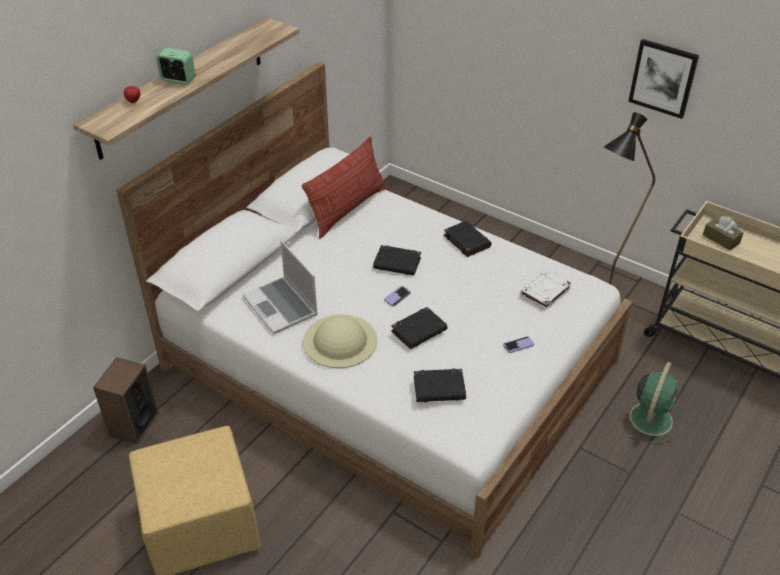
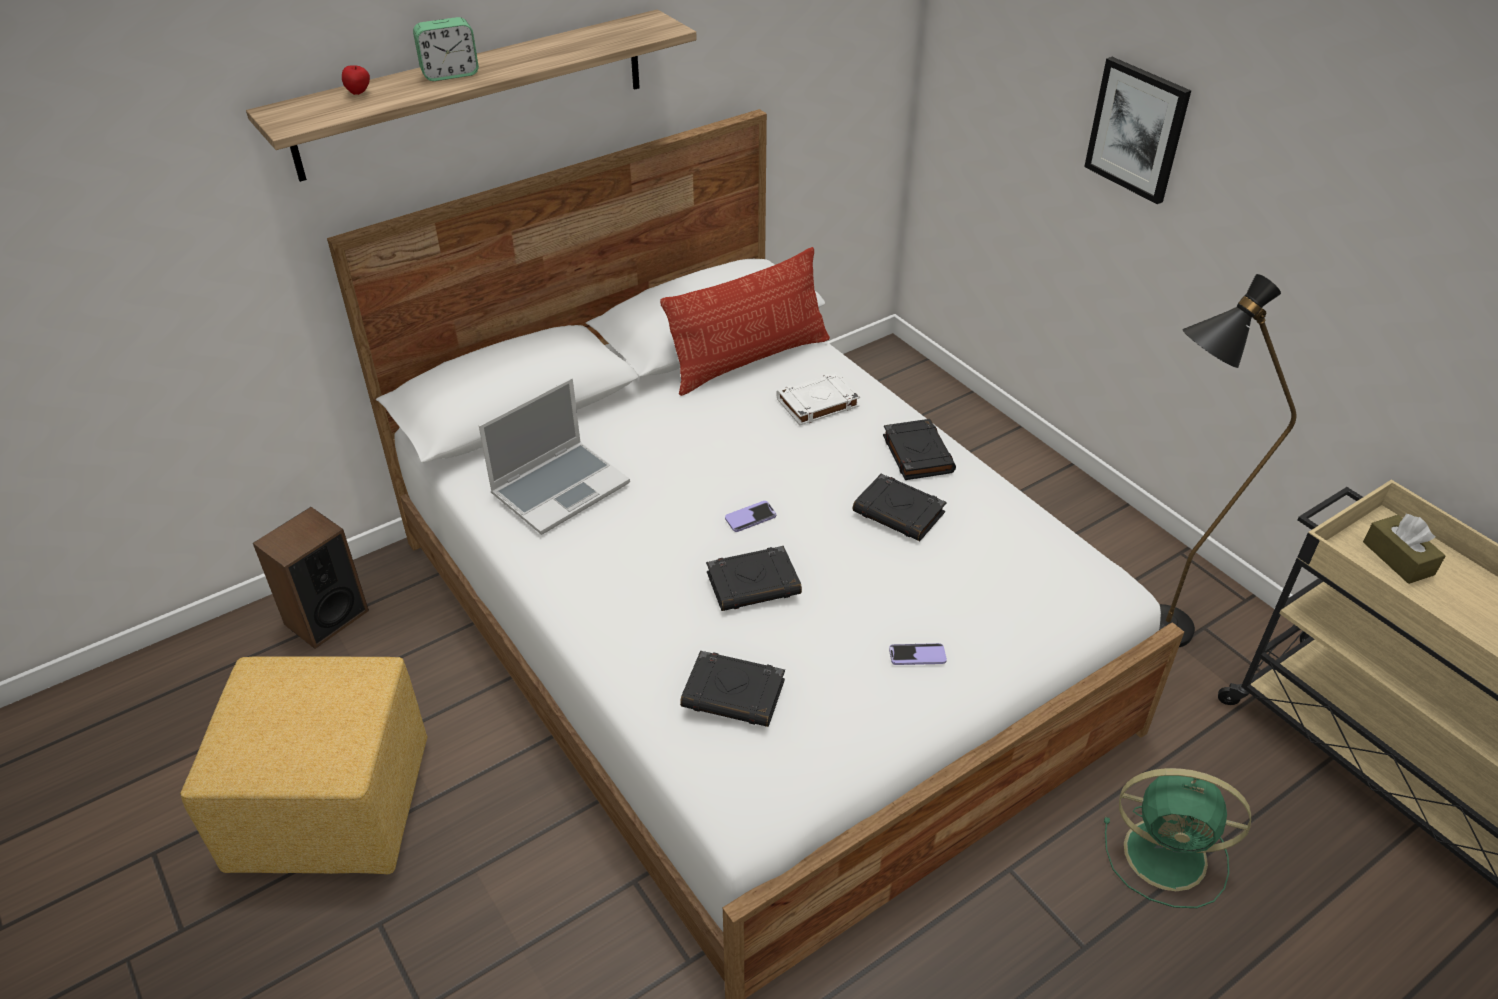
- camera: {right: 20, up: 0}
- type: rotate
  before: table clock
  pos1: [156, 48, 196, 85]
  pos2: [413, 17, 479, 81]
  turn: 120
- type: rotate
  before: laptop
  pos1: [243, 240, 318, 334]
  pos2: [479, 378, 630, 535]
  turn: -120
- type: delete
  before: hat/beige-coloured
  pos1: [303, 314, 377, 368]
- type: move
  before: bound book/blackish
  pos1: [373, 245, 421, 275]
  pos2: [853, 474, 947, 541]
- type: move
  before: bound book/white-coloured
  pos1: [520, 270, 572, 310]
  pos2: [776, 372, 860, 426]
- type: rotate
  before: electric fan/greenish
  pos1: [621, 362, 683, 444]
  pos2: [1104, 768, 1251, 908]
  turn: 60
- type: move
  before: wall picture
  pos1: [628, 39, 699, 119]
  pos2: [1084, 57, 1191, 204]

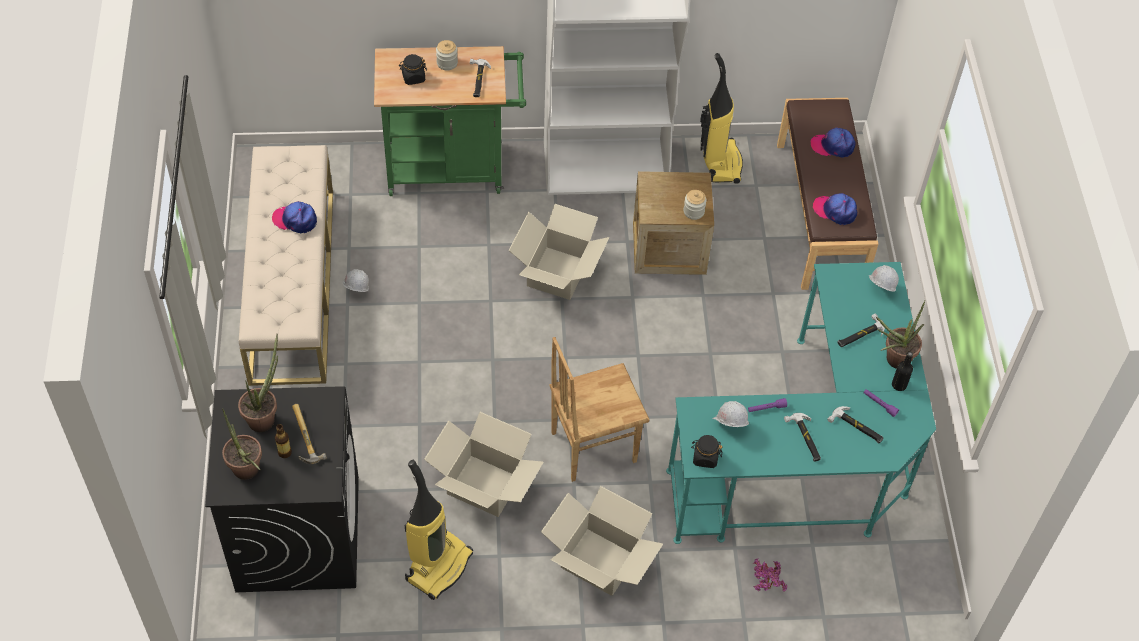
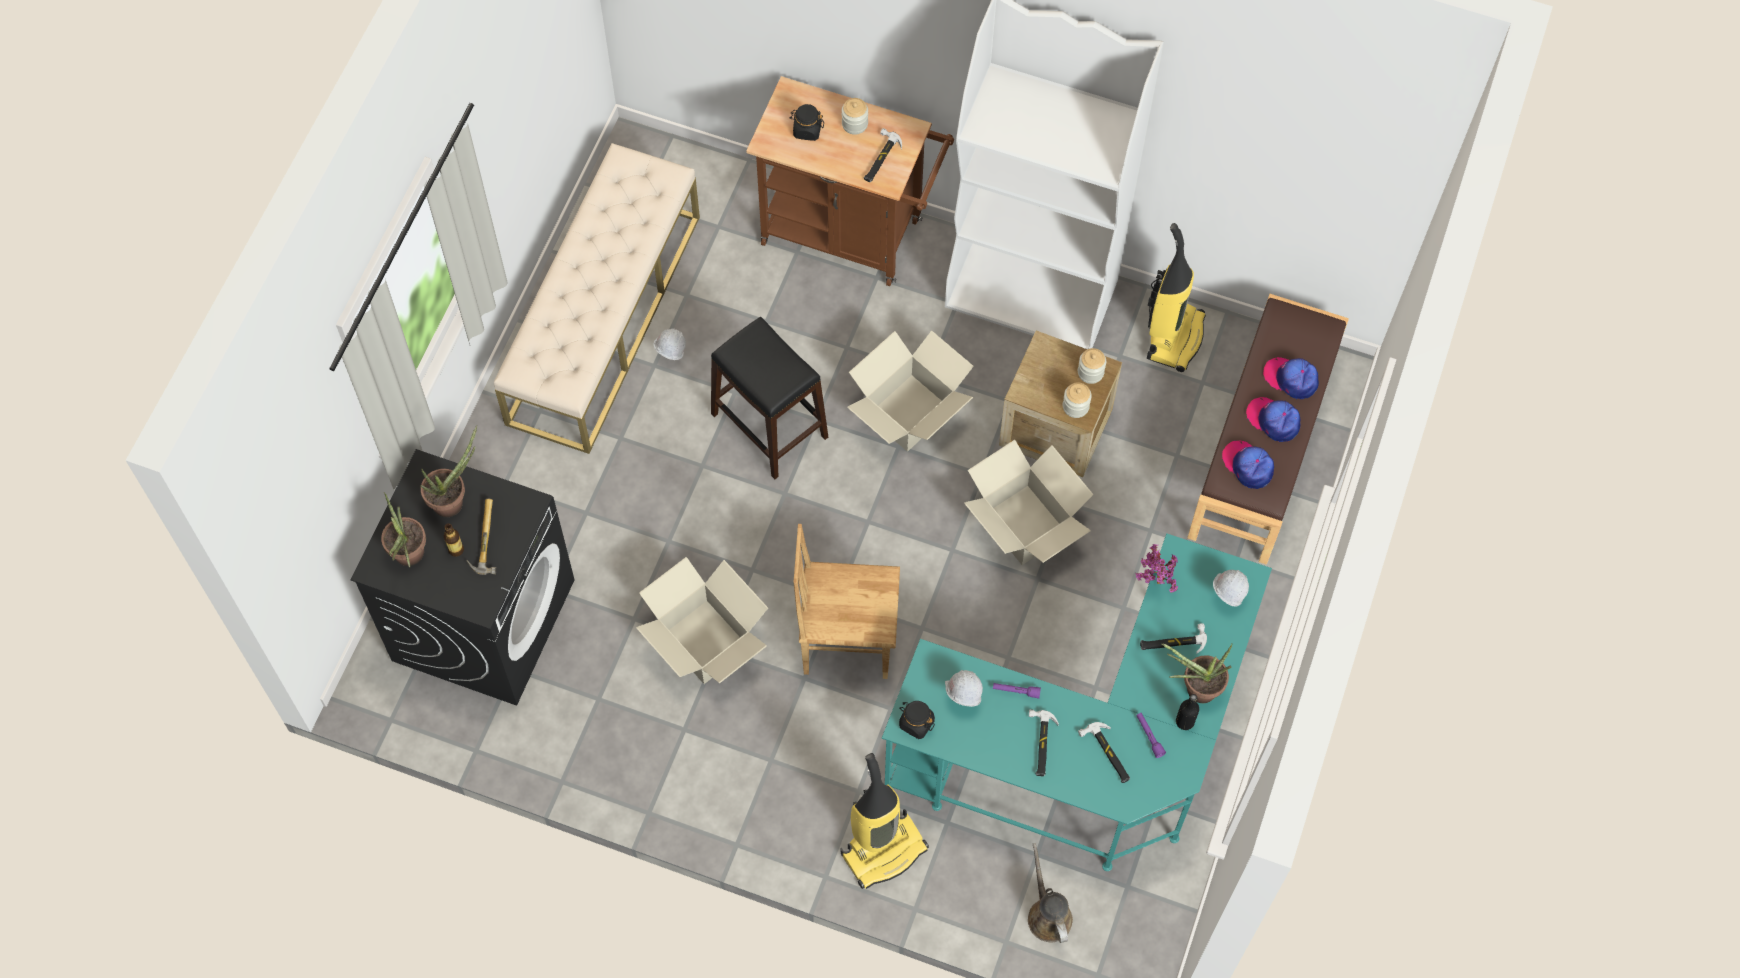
- camera: {right: 25, up: 10}
- type: move
  before: cap
  pos1: [272, 201, 317, 234]
  pos2: [1246, 397, 1300, 442]
- type: recolor
  before: wheeled cart/greenish
  after: wheeled cart/brown
  pos1: [374, 46, 526, 196]
  pos2: [746, 76, 954, 286]
- type: move
  before: vacuum cleaner
  pos1: [405, 460, 473, 600]
  pos2: [841, 753, 929, 889]
- type: move
  before: carton
  pos1: [541, 486, 663, 596]
  pos2: [964, 440, 1094, 565]
- type: move
  before: houseplant
  pos1: [753, 558, 787, 591]
  pos2: [1135, 544, 1178, 593]
- type: insert
  after: stool seat/blackish
  pos2: [711, 317, 828, 479]
- type: insert
  after: sprinkling can/brown
  pos2: [1028, 843, 1073, 943]
- type: insert
  after: jar
  pos2: [1078, 348, 1106, 384]

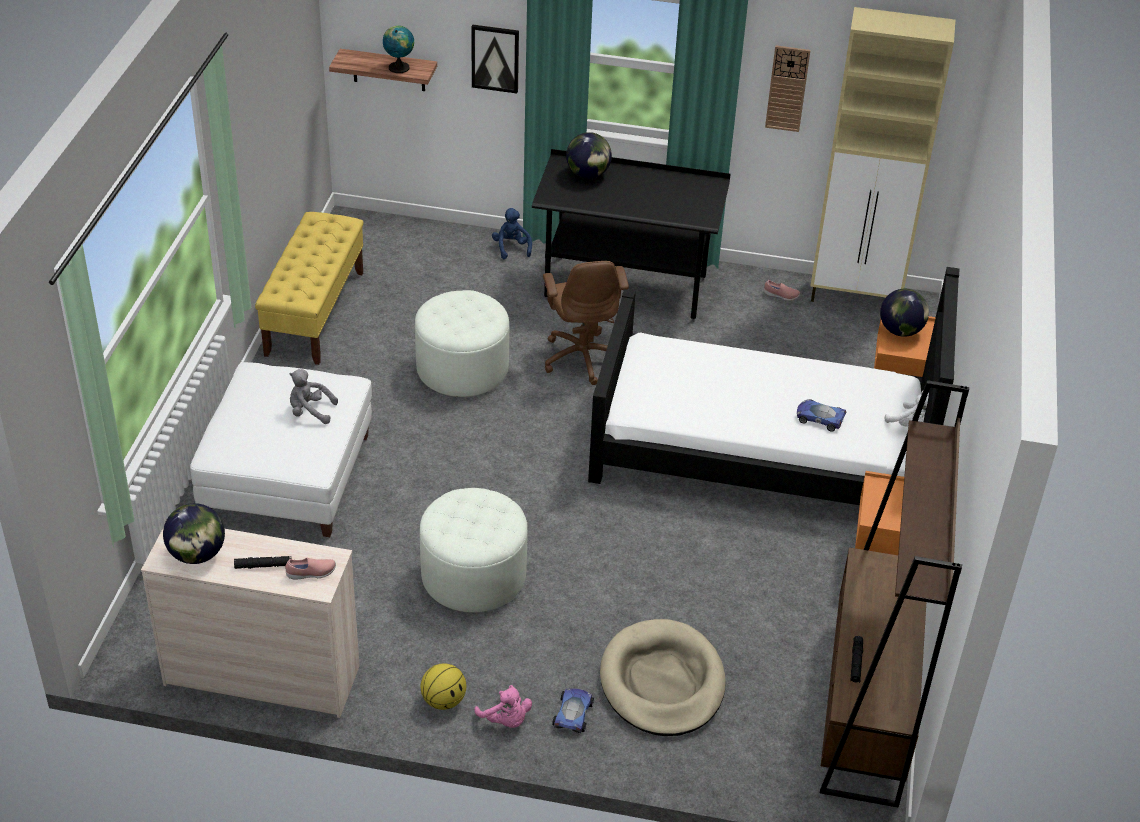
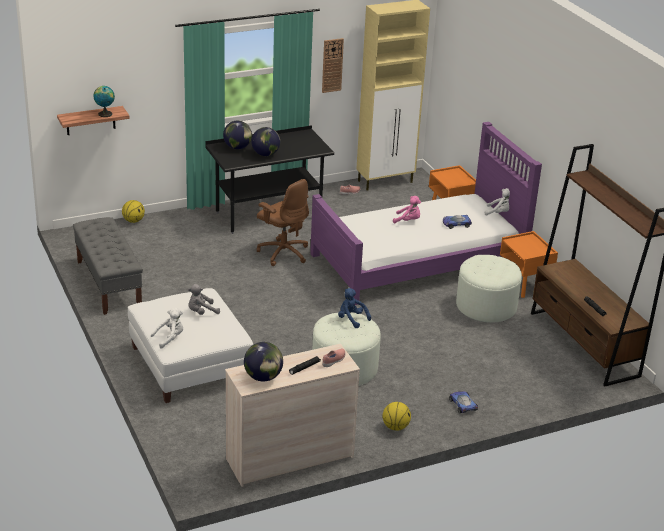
- camera: {right: -35, up: -10}
- type: recolor
  before: indoor bench/yellow-coloured
  after: indoor bench/greyish
  pos1: [255, 212, 364, 365]
  pos2: [73, 217, 143, 315]
- type: move
  before: footrest/white-coloured
  pos1: [415, 290, 509, 397]
  pos2: [456, 255, 522, 323]
- type: delete
  before: wall picture
  pos1: [471, 24, 519, 93]
- type: move
  before: plush toy/pink-coloured
  pos1: [474, 685, 532, 728]
  pos2: [393, 196, 421, 224]
- type: move
  before: plush toy/bluish
  pos1: [492, 208, 532, 259]
  pos2: [338, 288, 371, 328]
- type: recolor
  before: bedroom bed/blackish
  after: bedroom bed/purple-coloured
  pos1: [588, 267, 960, 505]
  pos2: [310, 122, 542, 305]
- type: delete
  before: dog bed/beige-coloured
  pos1: [600, 619, 726, 736]
- type: move
  before: world globe
  pos1: [880, 289, 929, 337]
  pos2: [251, 127, 280, 156]
- type: insert
  after: basketball
  pos2: [122, 200, 145, 223]
- type: insert
  after: plush toy/white-coloured
  pos2: [151, 308, 183, 348]

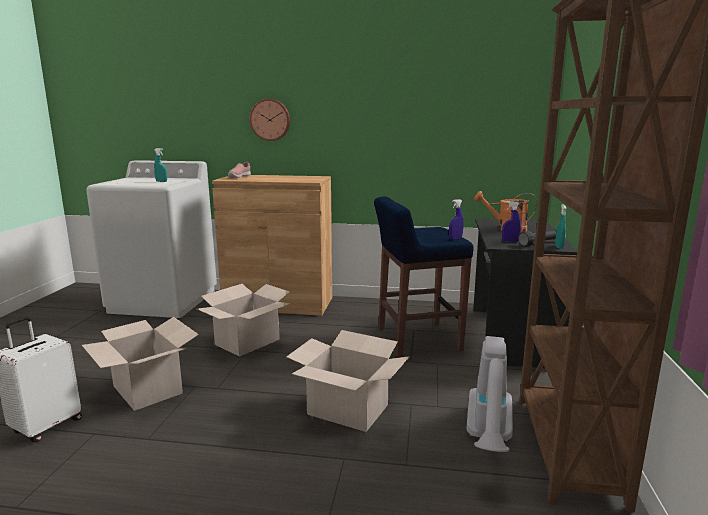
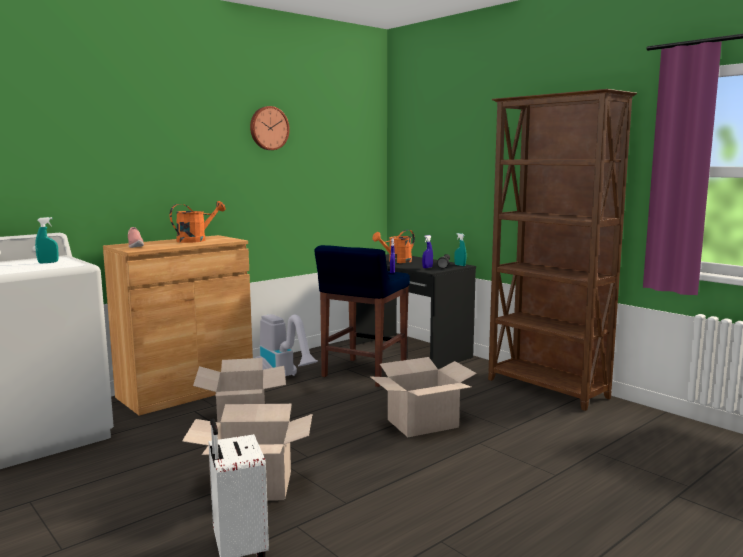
- camera: {right: -50, up: -5}
- type: move
  before: clock on the wall
  pos1: [250, 99, 290, 141]
  pos2: [250, 106, 290, 150]
- type: move
  before: vacuum cleaner
  pos1: [466, 336, 513, 452]
  pos2: [256, 314, 318, 376]
- type: insert
  after: sprinkling can/orangey
  pos2: [170, 201, 226, 243]

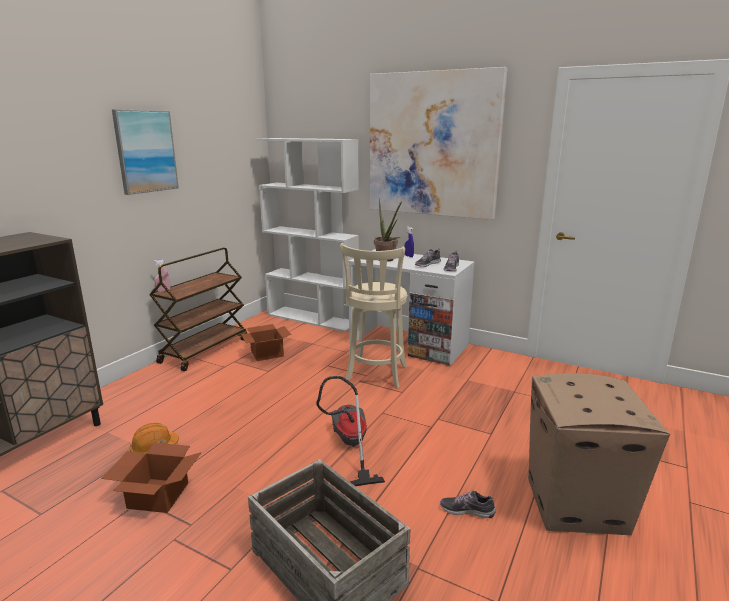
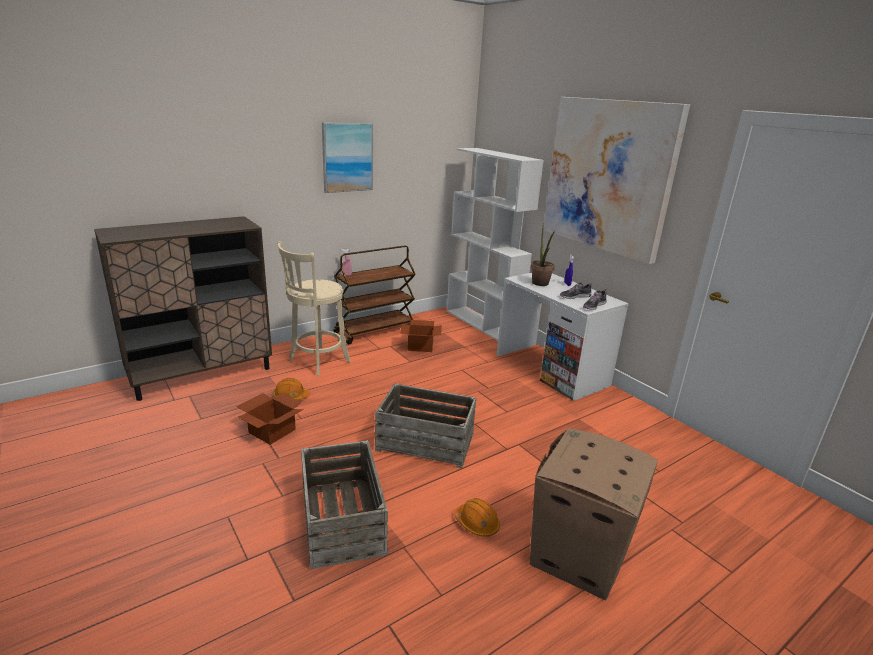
- camera: {right: 25, up: 5}
- type: replace
  before: vacuum cleaner
  after: packing crate
  pos1: [316, 376, 385, 486]
  pos2: [375, 383, 476, 468]
- type: move
  before: stool seat/beige-coloured
  pos1: [340, 243, 407, 388]
  pos2: [278, 241, 351, 376]
- type: replace
  before: shoe
  after: safety helmet/orangey
  pos1: [440, 491, 495, 518]
  pos2: [454, 498, 500, 537]

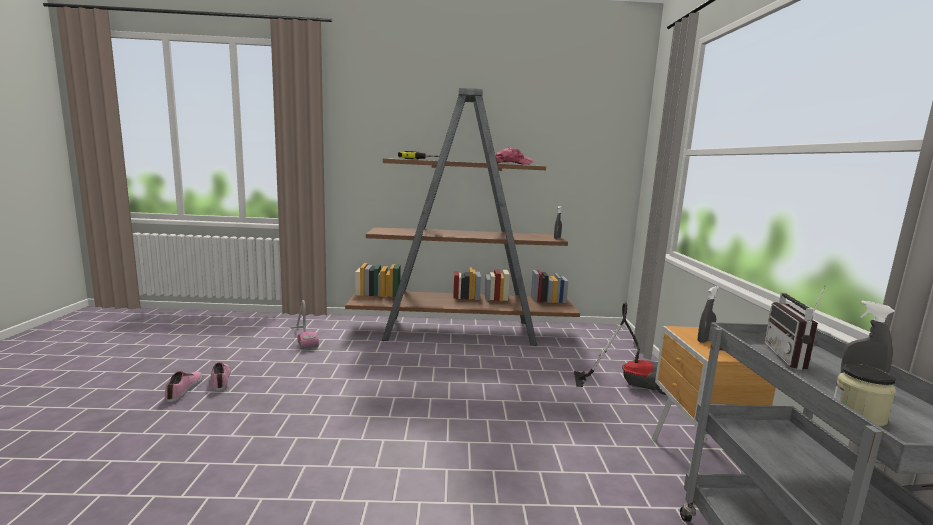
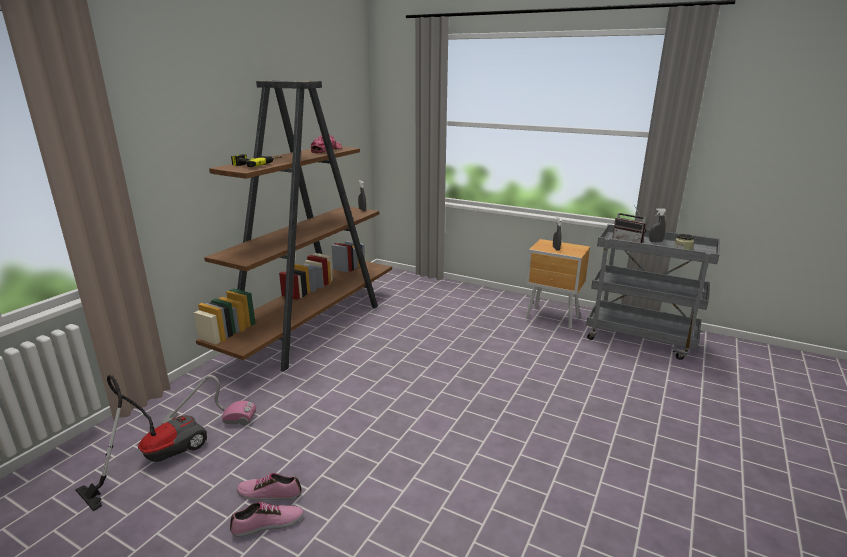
- camera: {right: -60, up: 10}
- type: rotate
  before: shoe
  pos1: [165, 371, 203, 402]
  pos2: [230, 502, 304, 537]
  turn: 135
- type: move
  before: vacuum cleaner
  pos1: [574, 302, 666, 395]
  pos2: [75, 375, 207, 512]

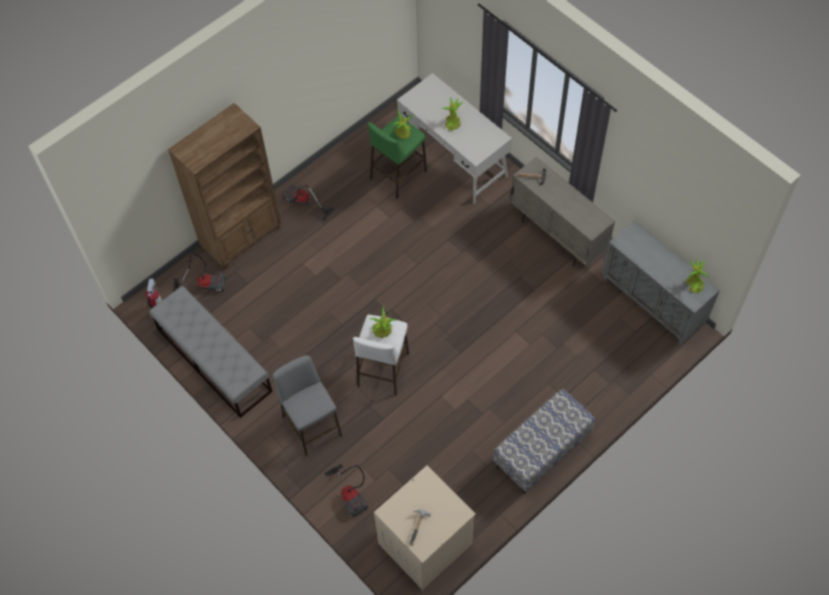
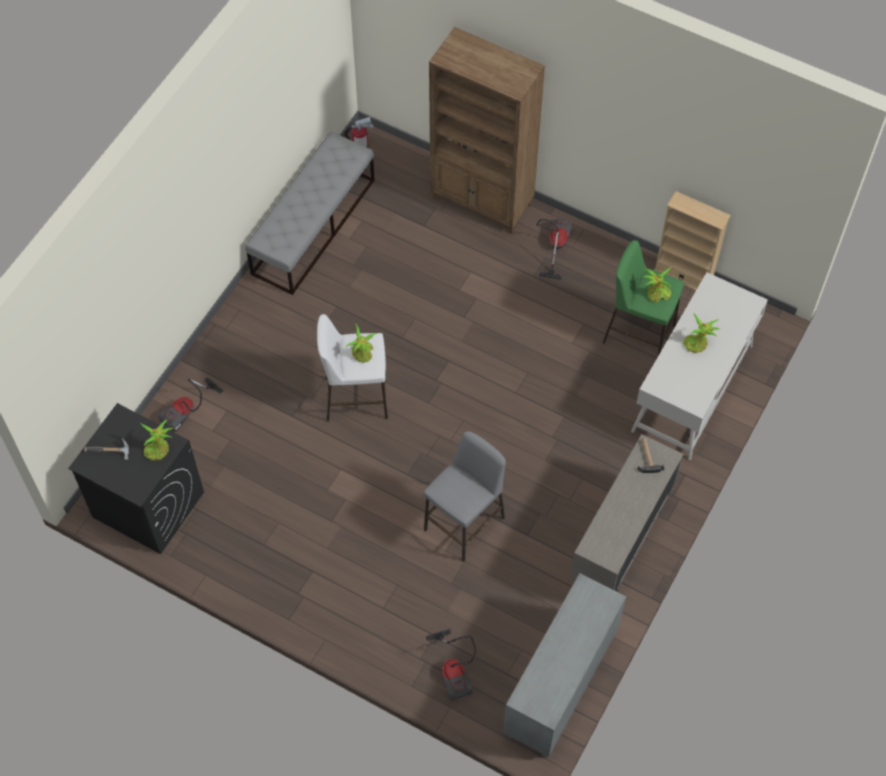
- camera: {right: 70, up: 0}
- type: move
  before: vacuum cleaner
  pos1: [173, 251, 225, 292]
  pos2: [426, 629, 476, 701]
- type: move
  before: stool seat/greyish
  pos1: [273, 355, 342, 456]
  pos2: [424, 431, 506, 562]
- type: recolor
  before: washing machine/beige-coloured
  after: washing machine/blackish
  pos1: [374, 465, 476, 590]
  pos2: [68, 403, 204, 554]
- type: delete
  before: indoor bench
  pos1: [493, 389, 595, 494]
- type: move
  before: houseplant
  pos1: [686, 258, 709, 293]
  pos2: [140, 419, 173, 460]
- type: insert
  after: bookshelf/beige-coloured
  pos2: [654, 191, 731, 290]

